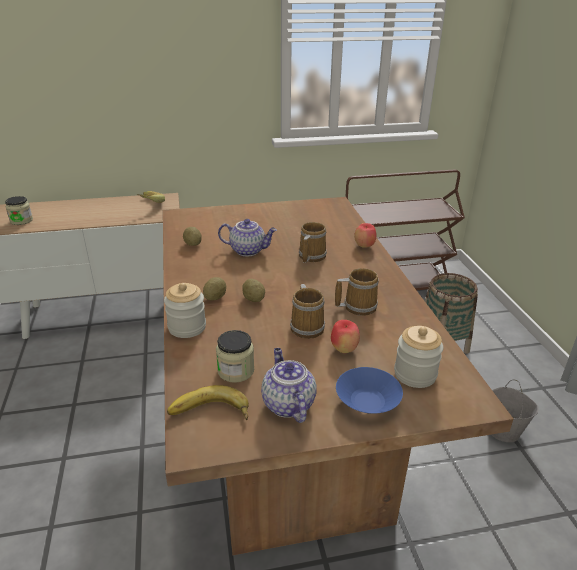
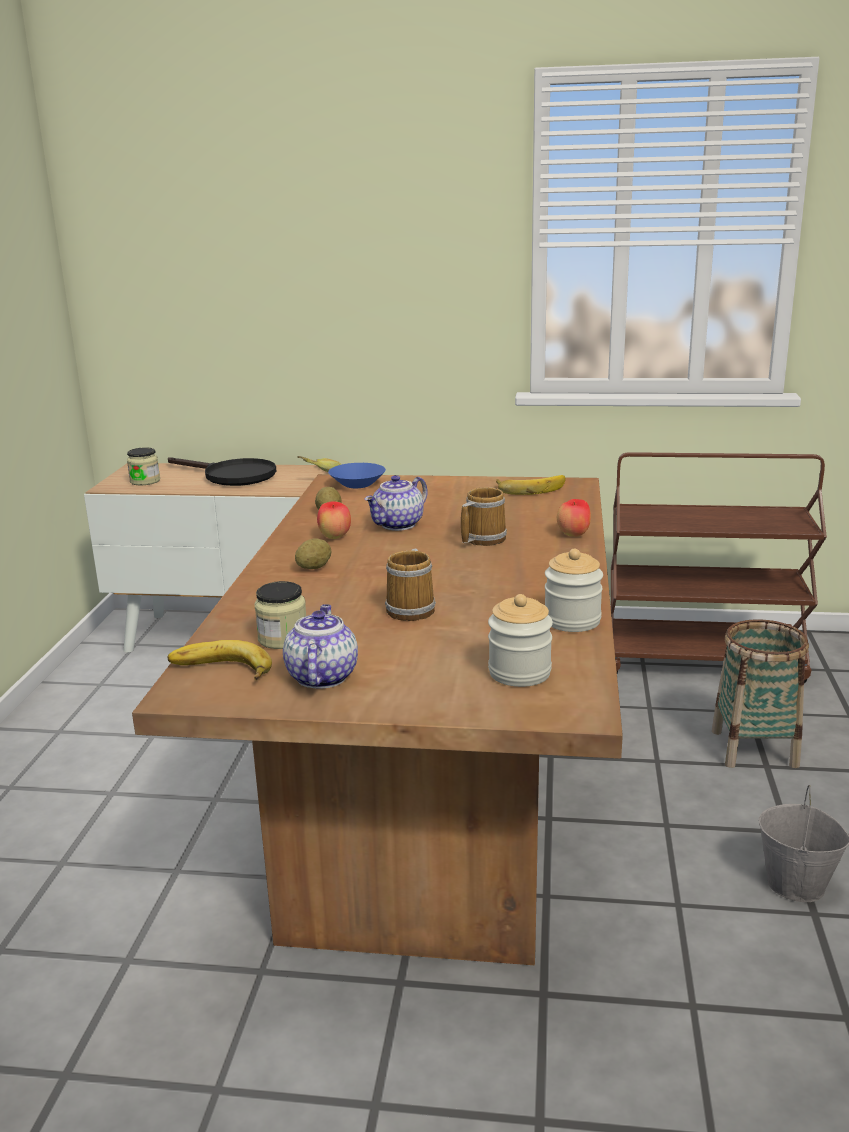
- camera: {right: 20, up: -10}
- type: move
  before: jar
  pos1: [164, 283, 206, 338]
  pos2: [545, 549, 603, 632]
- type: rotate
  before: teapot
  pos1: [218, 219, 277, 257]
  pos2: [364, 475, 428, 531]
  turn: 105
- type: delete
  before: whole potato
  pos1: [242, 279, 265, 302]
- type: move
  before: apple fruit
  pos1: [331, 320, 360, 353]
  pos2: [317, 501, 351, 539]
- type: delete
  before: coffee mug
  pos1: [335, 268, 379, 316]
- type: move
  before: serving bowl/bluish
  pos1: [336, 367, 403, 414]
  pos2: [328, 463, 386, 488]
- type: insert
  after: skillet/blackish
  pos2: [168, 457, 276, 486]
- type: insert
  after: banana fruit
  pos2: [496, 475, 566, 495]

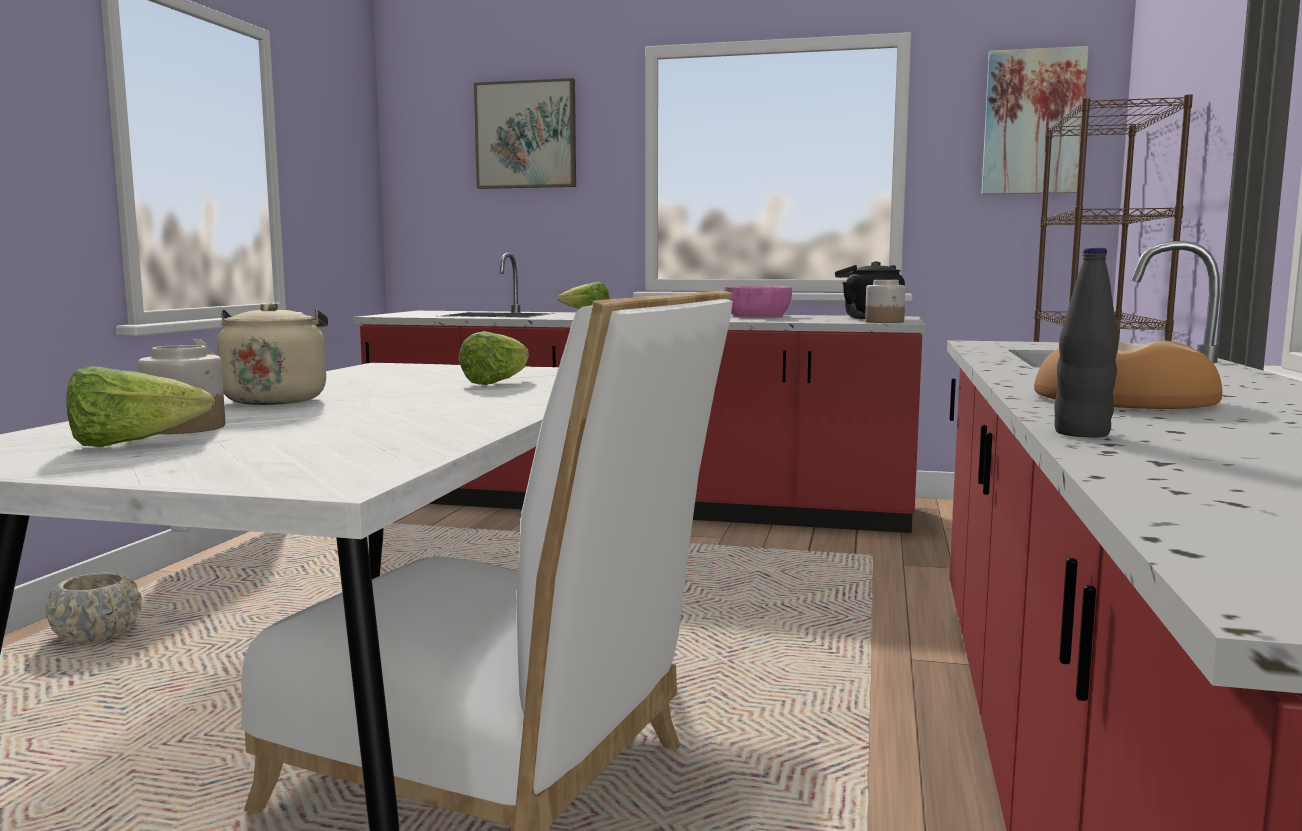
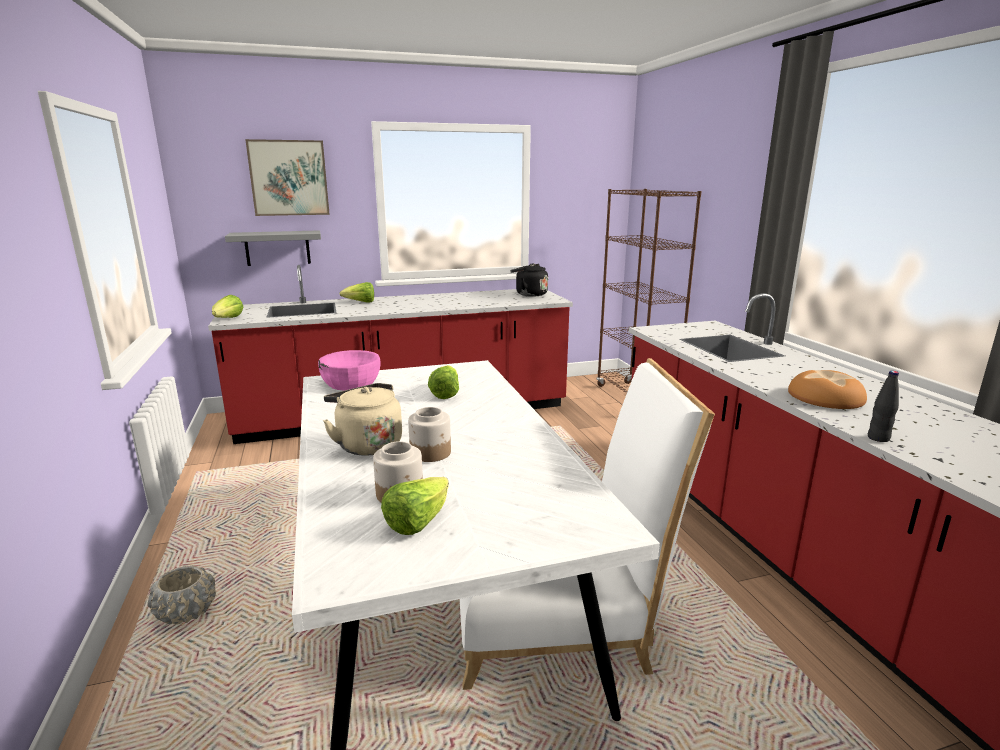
- camera: {right: -30, up: 10}
- type: move
  before: serving bowl/pink-coloured
  pos1: [725, 286, 792, 317]
  pos2: [318, 350, 380, 391]
- type: move
  before: jar
  pos1: [865, 280, 906, 323]
  pos2: [408, 407, 451, 462]
- type: delete
  before: wall picture
  pos1: [981, 46, 1089, 194]
- type: insert
  after: head of lettuce
  pos2: [212, 295, 243, 318]
- type: insert
  after: bracket shelf/greyish
  pos2: [225, 230, 321, 266]

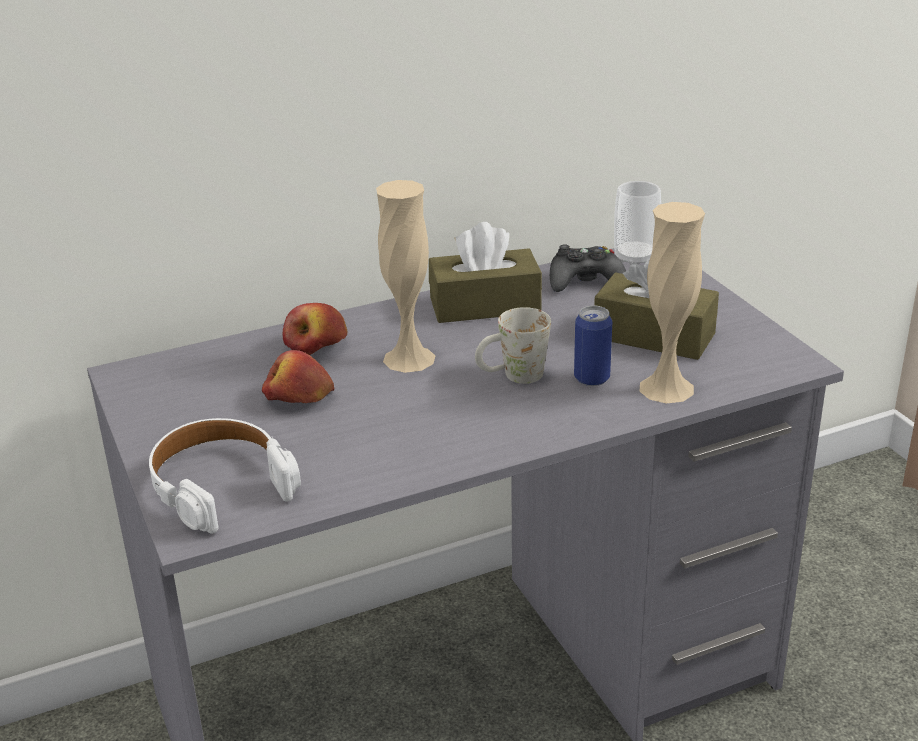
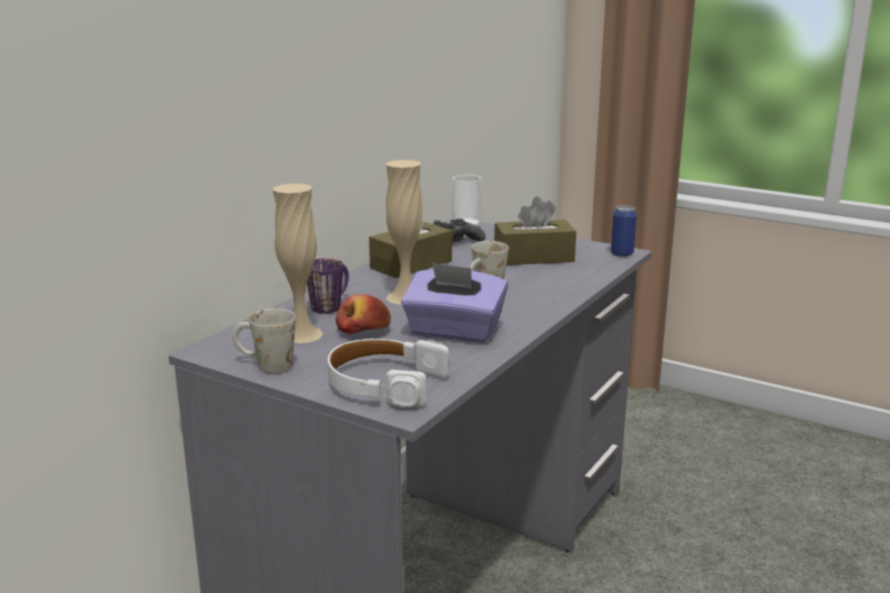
- camera: {right: -35, up: -10}
- type: replace
  before: apple fruit
  after: coffee mug/purple-coloured
  pos1: [283, 303, 347, 355]
  pos2: [307, 258, 349, 314]
- type: move
  before: metal can
  pos1: [574, 305, 612, 386]
  pos2: [611, 205, 637, 257]
- type: move
  before: decorative vase/beige-coloured
  pos1: [639, 202, 705, 403]
  pos2: [273, 183, 323, 343]
- type: insert
  after: coffee mug/white-coloured
  pos2: [232, 308, 296, 374]
- type: insert
  after: box of tissues/purple-coloured
  pos2: [401, 263, 508, 343]

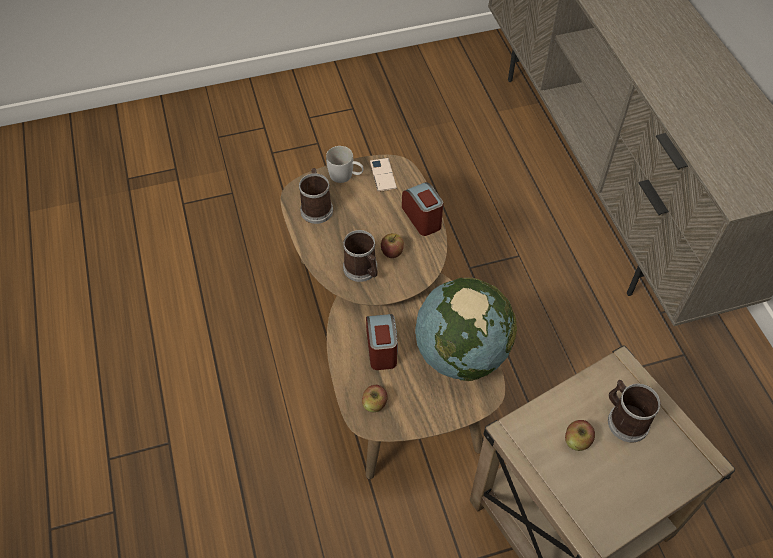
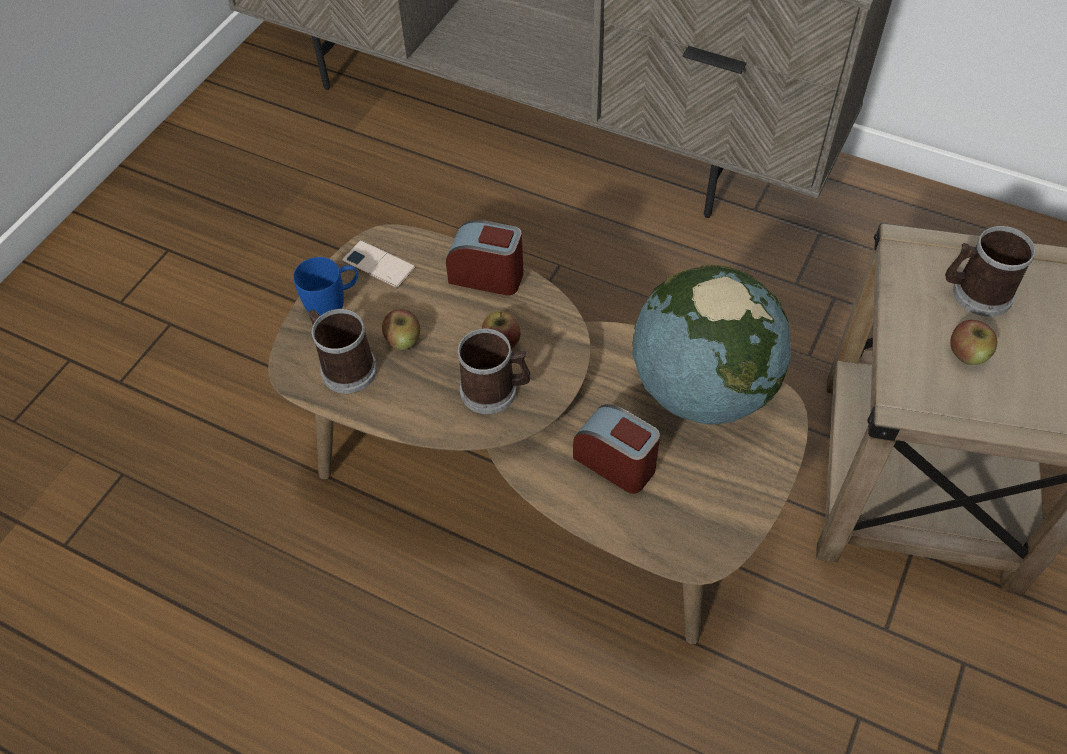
- camera: {right: -45, up: 0}
- type: recolor
  before: coffee mug/white-coloured
  after: coffee mug/bluish
  pos1: [326, 146, 364, 183]
  pos2: [293, 257, 358, 316]
- type: move
  before: apple fruit
  pos1: [362, 385, 387, 412]
  pos2: [382, 309, 420, 350]

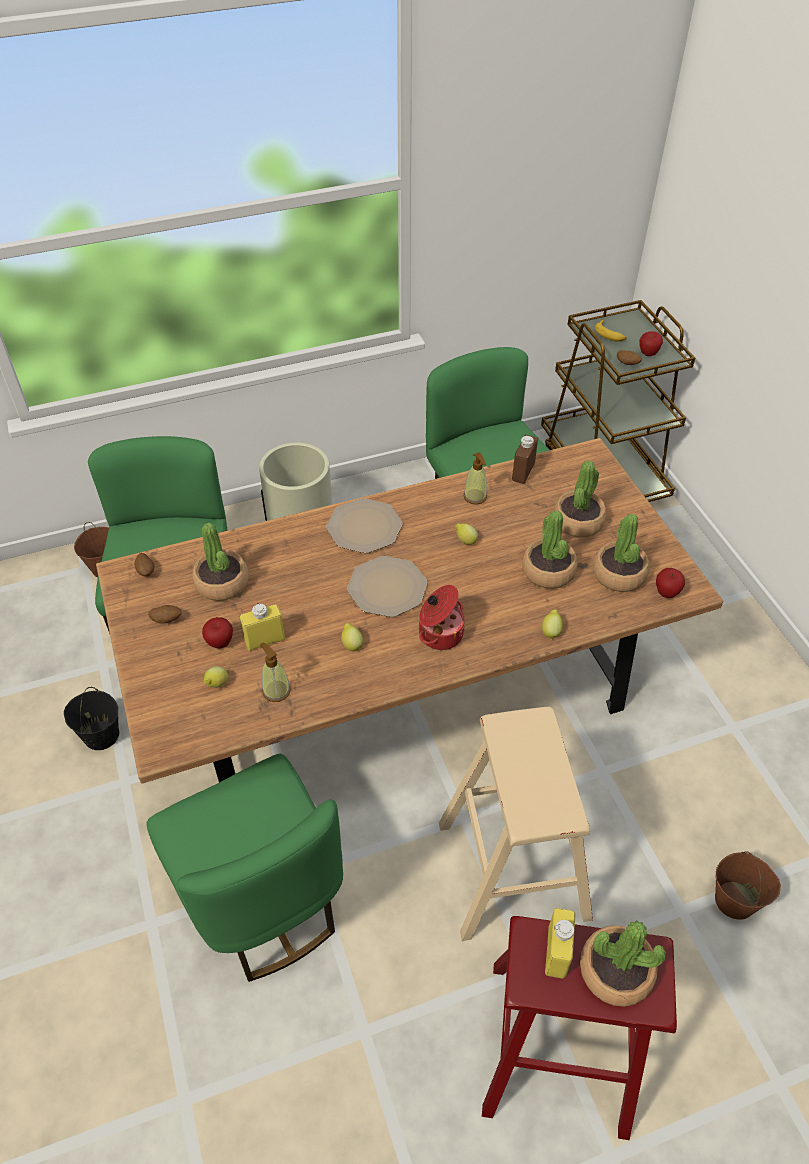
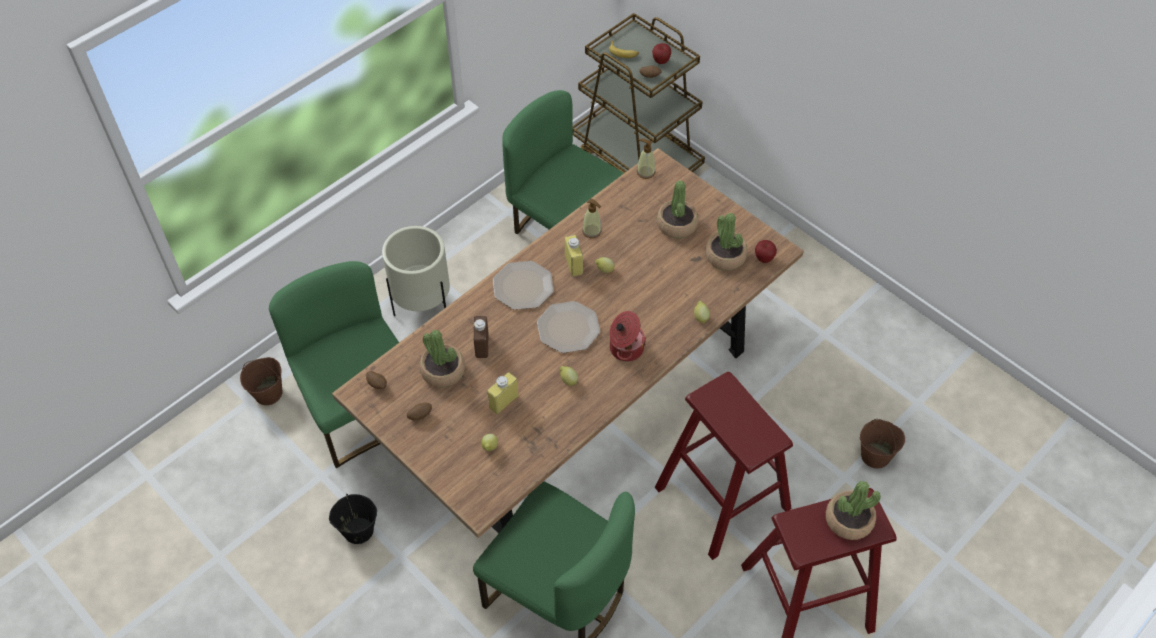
- camera: {right: -25, up: 5}
- type: delete
  before: apple fruit
  pos1: [202, 617, 233, 649]
- type: move
  before: liquid soap bottle
  pos1: [260, 643, 291, 702]
  pos2: [637, 139, 655, 179]
- type: recolor
  before: stool seat/beige-coloured
  after: stool seat/red
  pos1: [439, 707, 593, 941]
  pos2: [655, 372, 793, 560]
- type: move
  before: beverage bottle/brown
  pos1: [512, 435, 538, 484]
  pos2: [474, 316, 489, 358]
- type: delete
  before: houseplant
  pos1: [522, 510, 578, 589]
- type: move
  before: beverage bottle/yellow-coloured
  pos1: [545, 908, 575, 979]
  pos2: [565, 235, 583, 276]

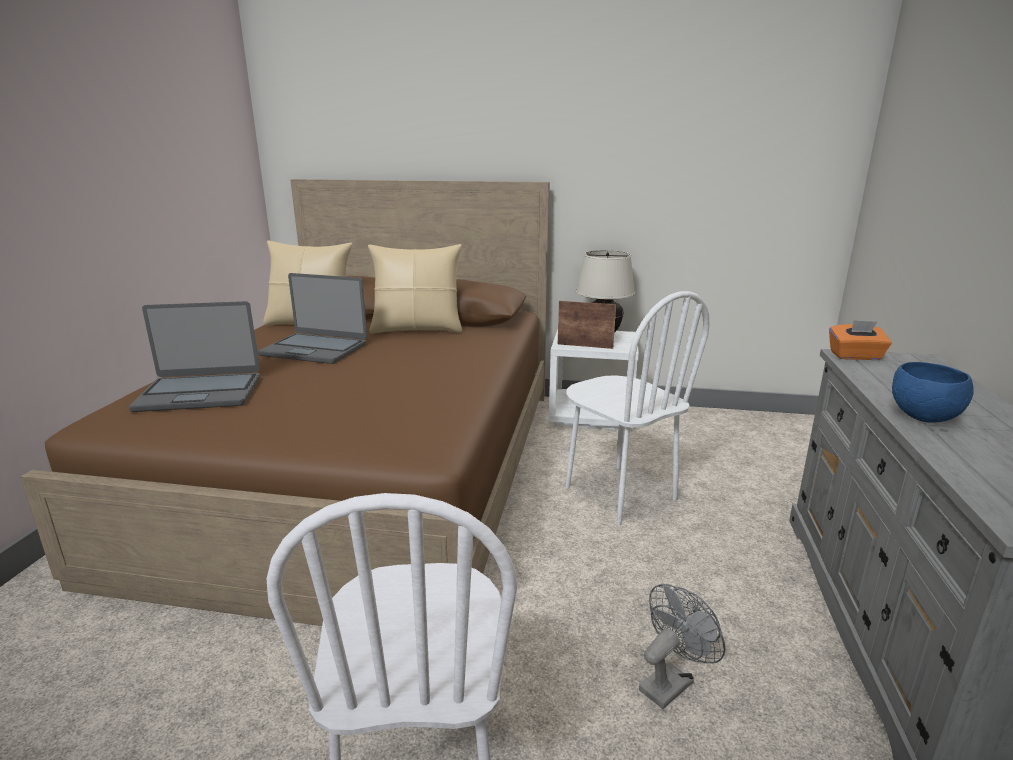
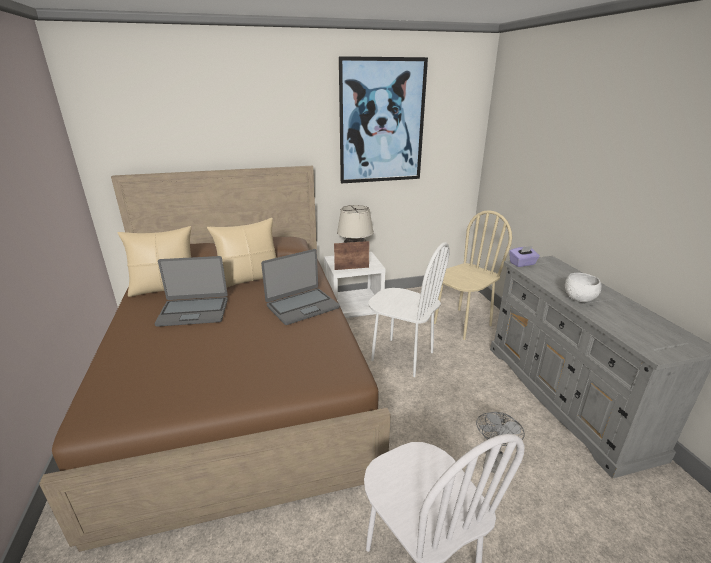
- camera: {right: -25, up: 5}
- type: move
  before: laptop
  pos1: [129, 301, 260, 412]
  pos2: [261, 249, 340, 325]
- type: recolor
  before: box of tissues/orangey
  after: box of tissues/purple-coloured
  pos1: [829, 320, 892, 360]
  pos2: [509, 246, 540, 267]
- type: recolor
  before: serving bowl/bluish
  after: serving bowl/white-coloured
  pos1: [892, 362, 974, 423]
  pos2: [565, 273, 601, 302]
- type: insert
  after: wall picture
  pos2: [339, 56, 428, 184]
- type: insert
  after: upright chair/beige-coloured
  pos2: [434, 210, 512, 340]

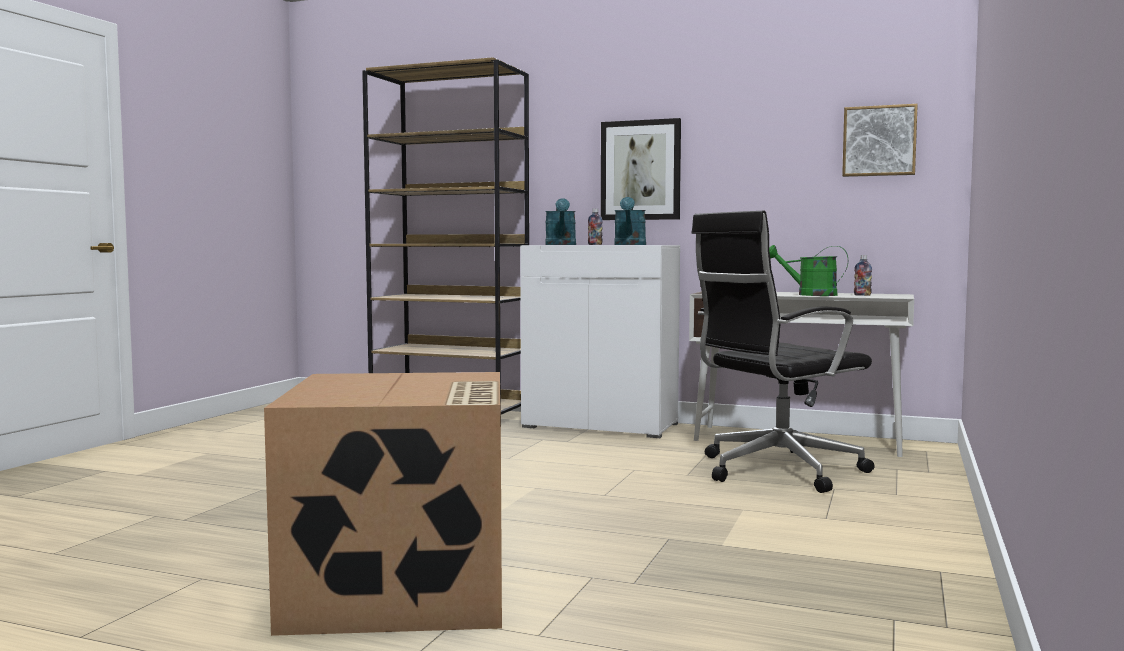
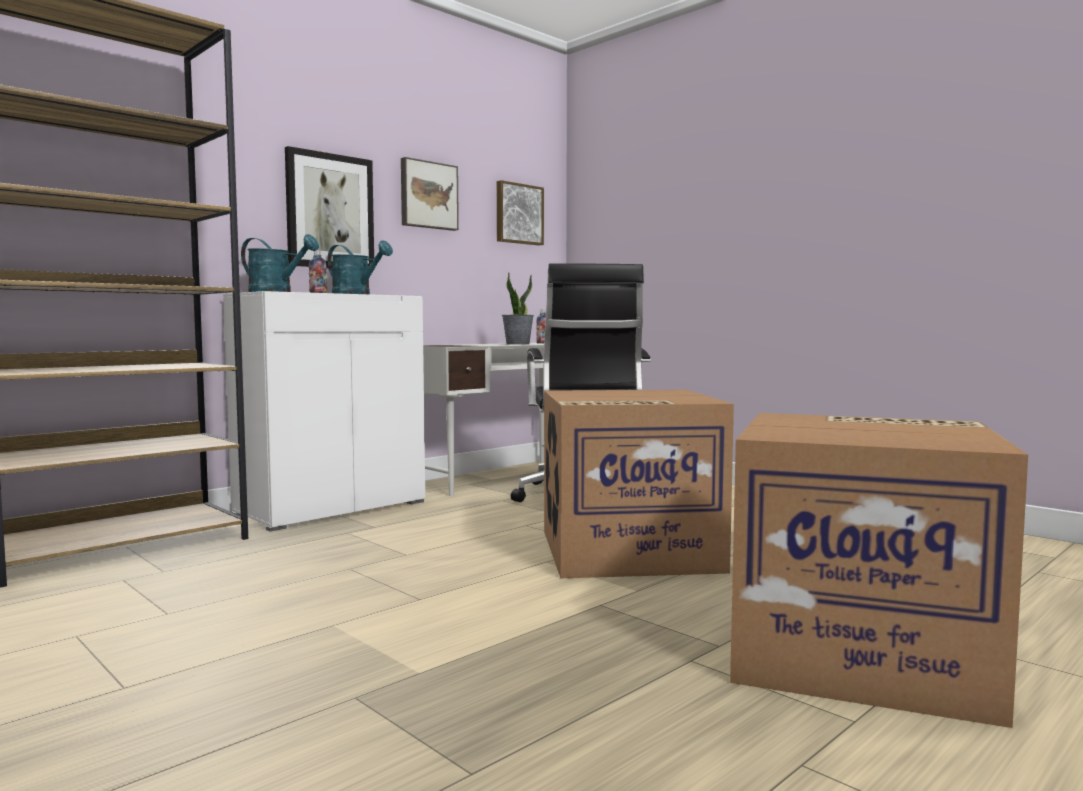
- camera: {right: -65, up: 0}
- type: replace
  before: sprinkling can/greenish
  after: houseplant
  pos1: [769, 245, 848, 296]
  pos2: [502, 272, 534, 345]
- type: insert
  after: wall picture
  pos2: [401, 157, 459, 231]
- type: insert
  after: carton
  pos2: [544, 390, 734, 578]

